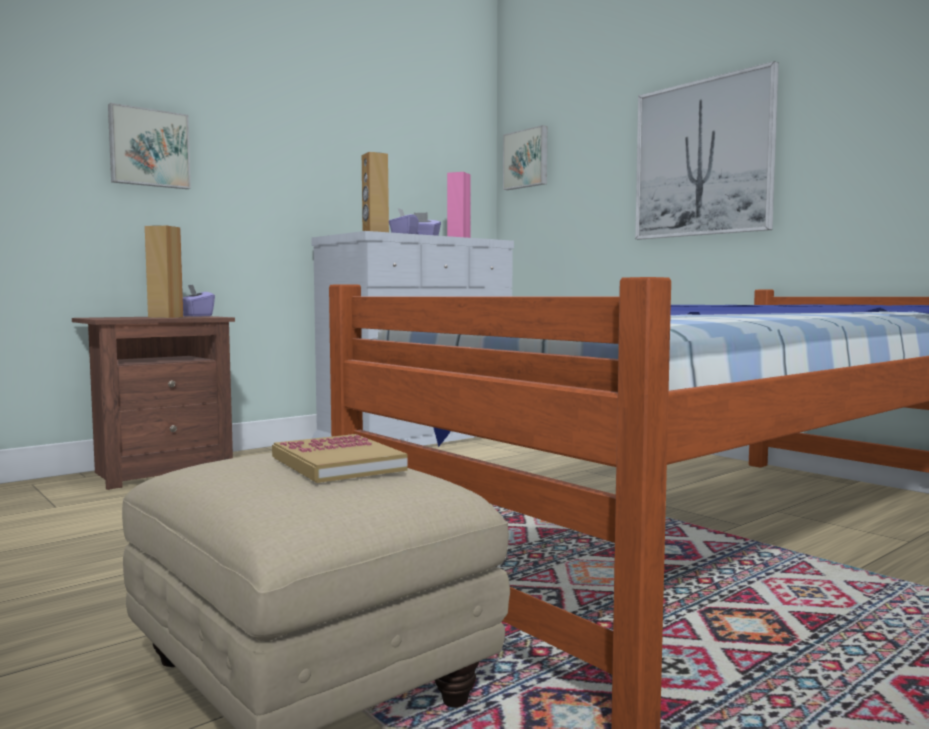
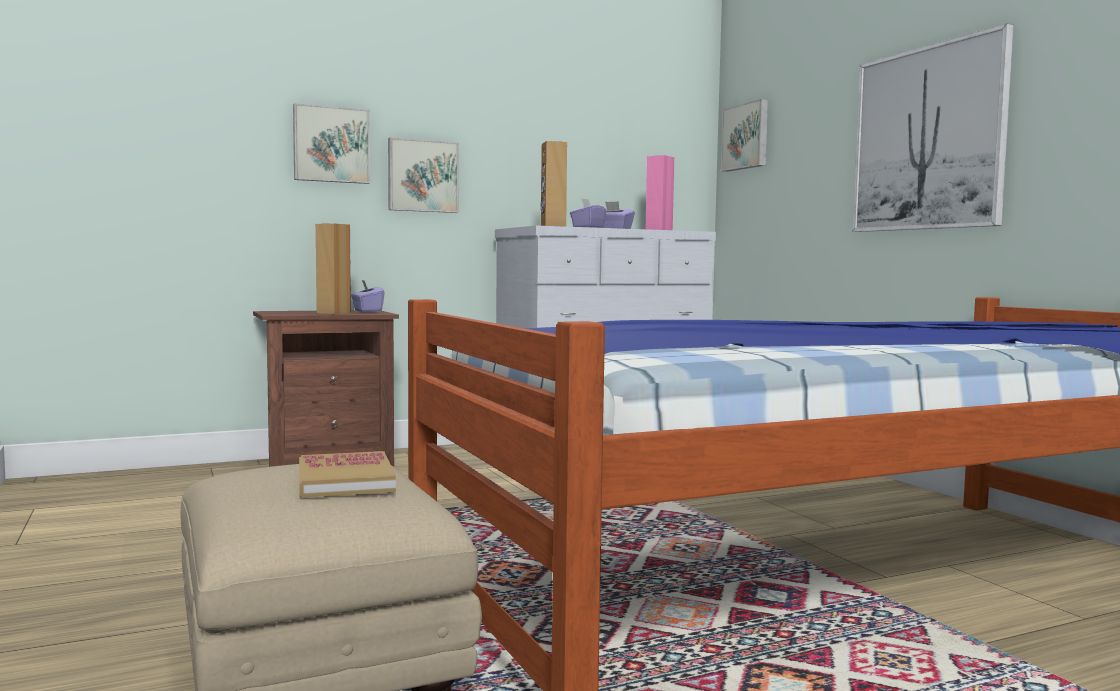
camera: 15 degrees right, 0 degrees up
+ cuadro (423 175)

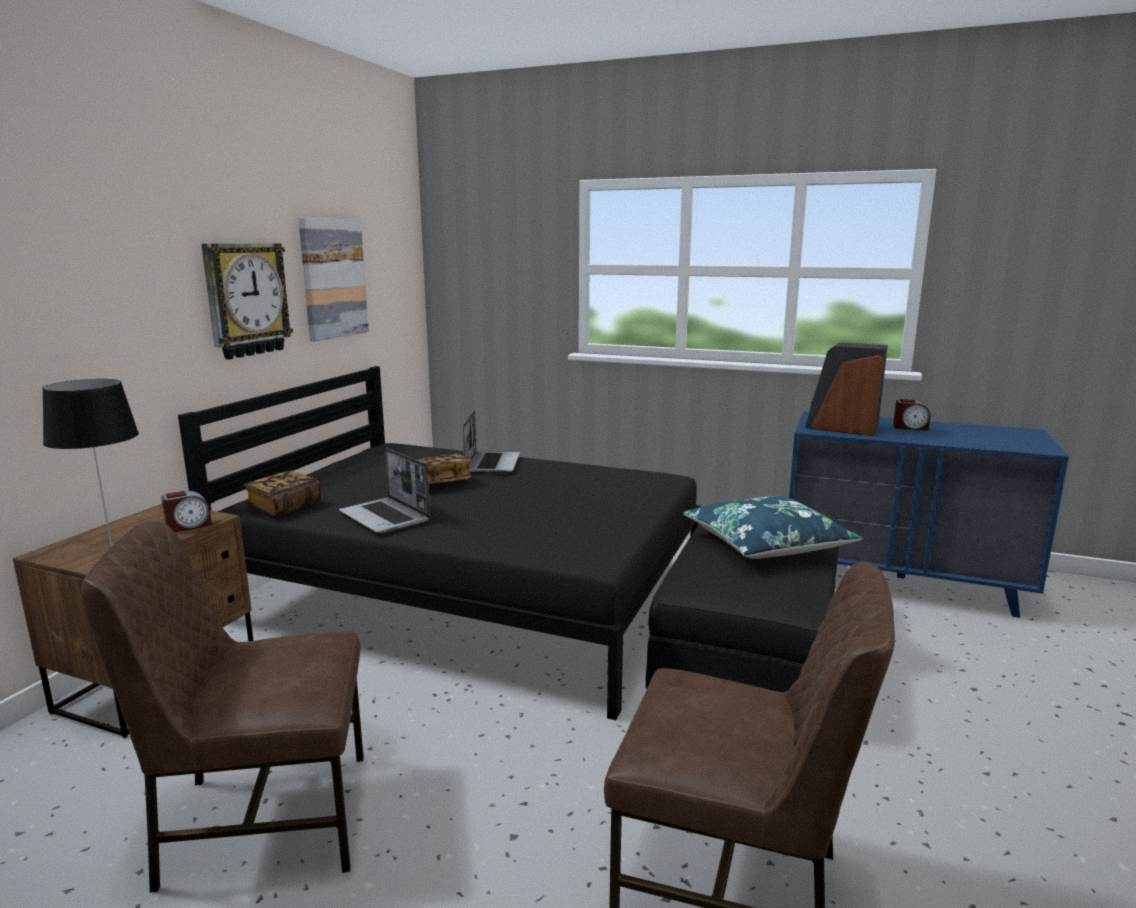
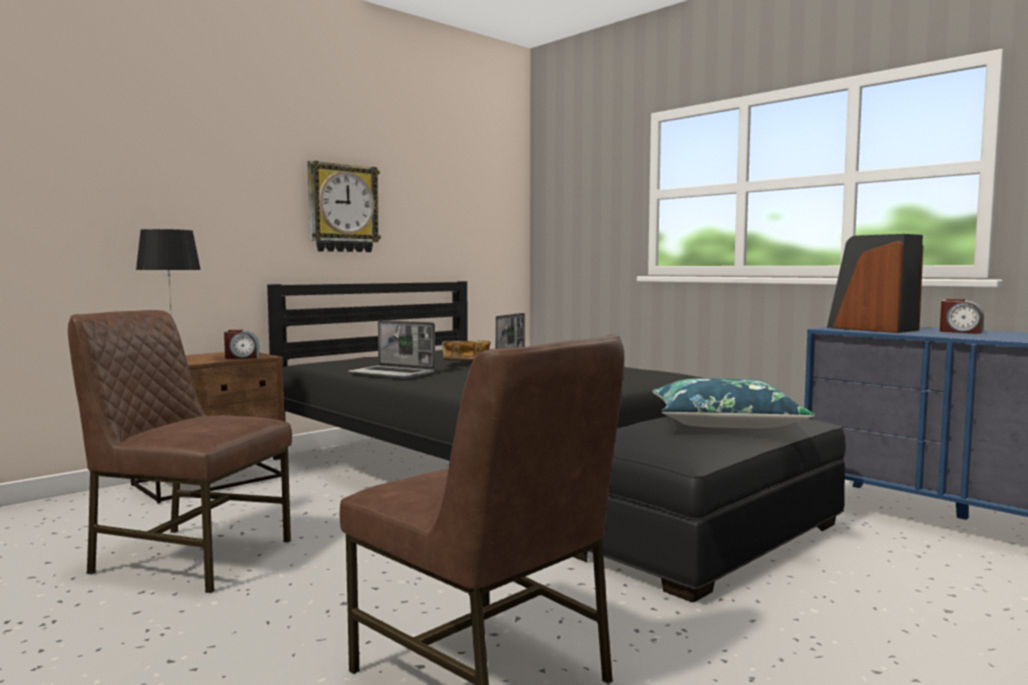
camera: 25 degrees right, 10 degrees down
- cuadro (333 279)
~ portátil (384 490) = (391 349) 45 degrees counterclockwise
- libro (282 494)

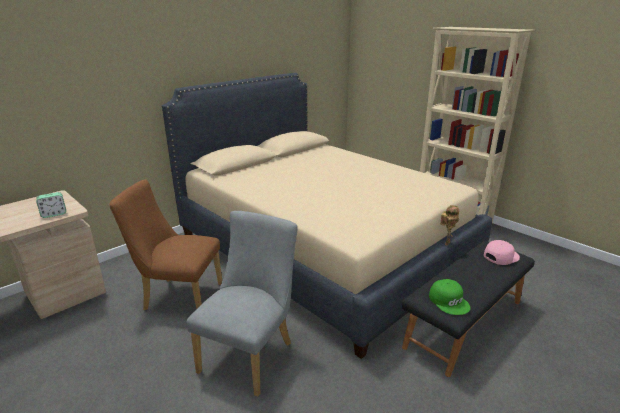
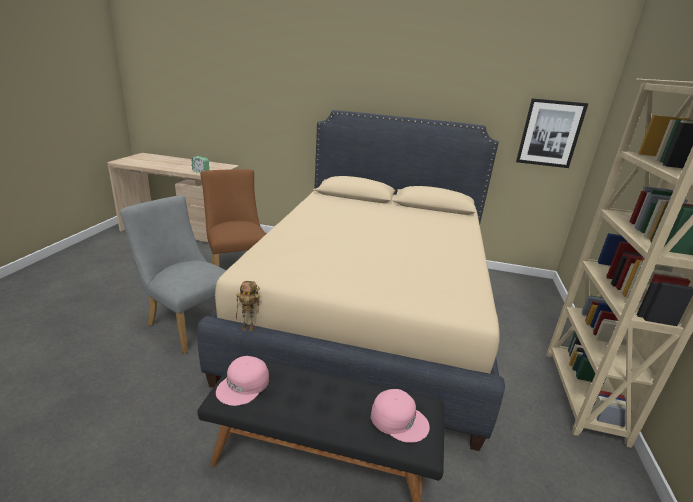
camera: 55 degrees right, 0 degrees up
~ robot de juguete (449 225) to (248 306)
~ silla/gris (242 304) = (173 275) 135 degrees counterclockwise
~ gorra/verde (450 297) to gorra/rosa (242 381)
+ cuadro (552 133)

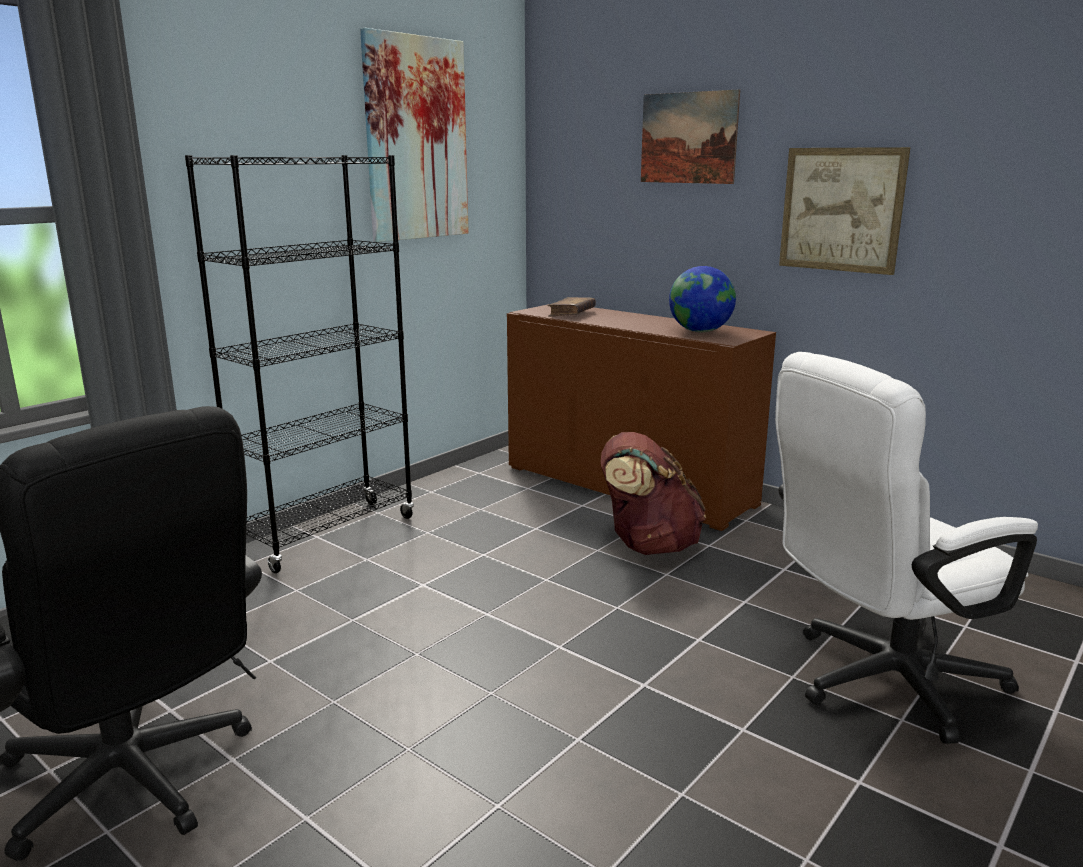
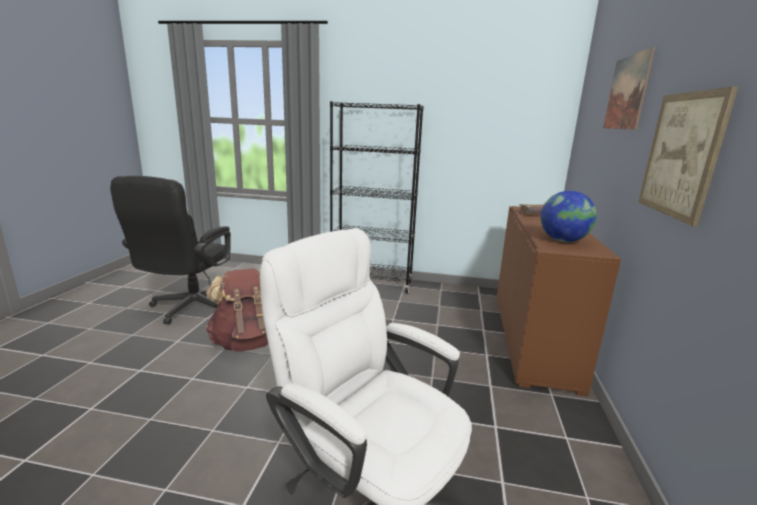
camera: 60 degrees right, 0 degrees up
- cuadro (414 135)
~ mochila/marrón (653 493) to (237 310)

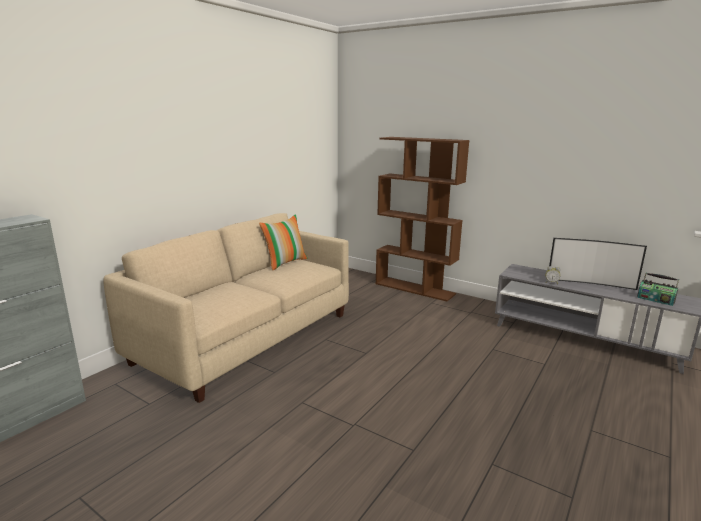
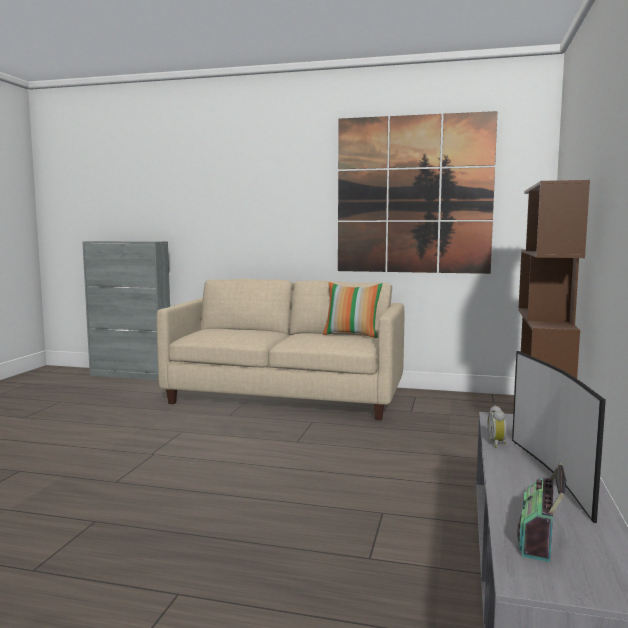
camera: 70 degrees right, 10 degrees down
+ cuadro (417 192)

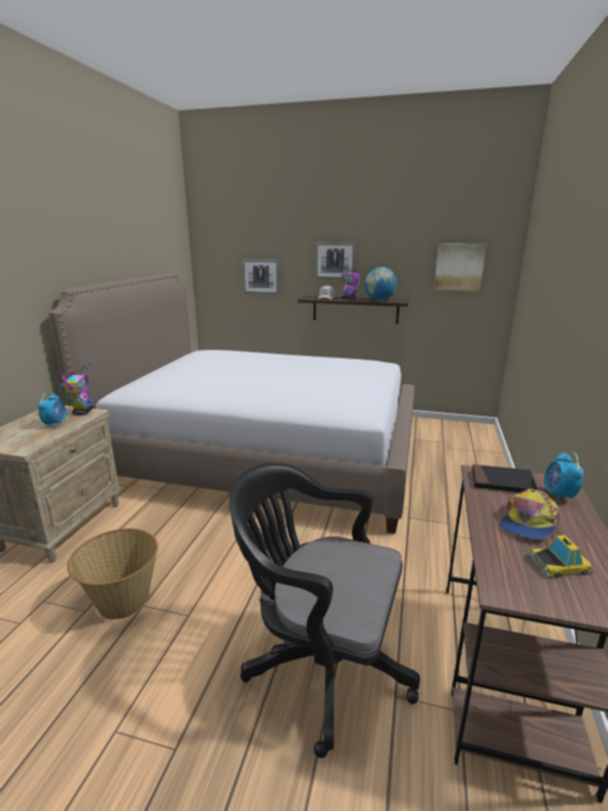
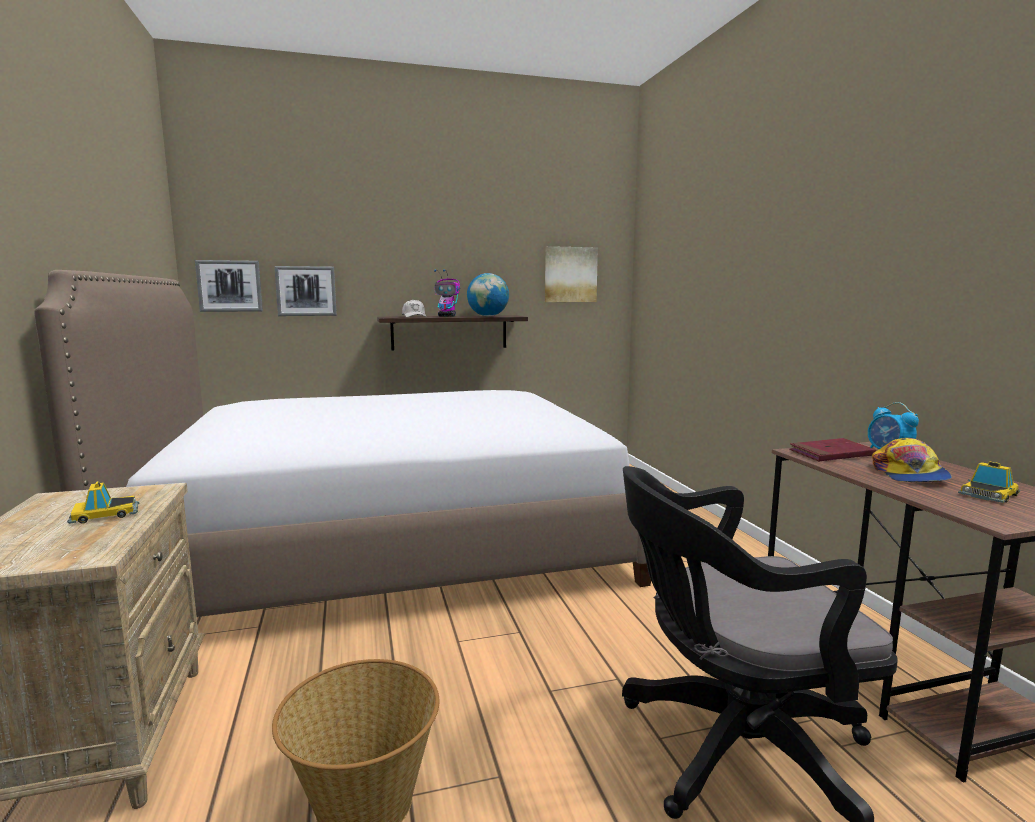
camera: 30 degrees left, 10 degrees down
~ cuadro (335 261) to (229 286)
- robot de juguete (77 389)
~ despertador (52 411) to coche de juguete (103 502)
~ libro/negro (505 478) to libro/rojo (832 449)

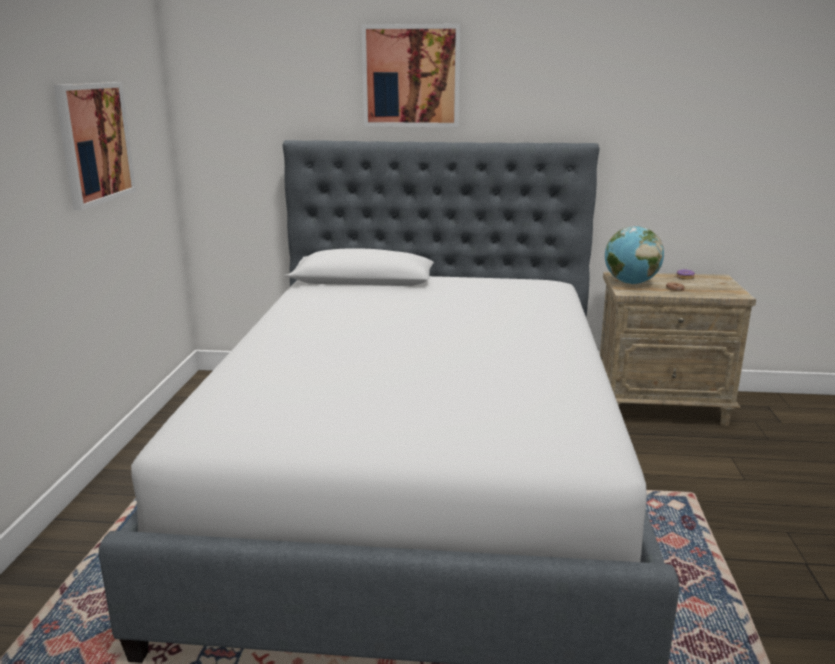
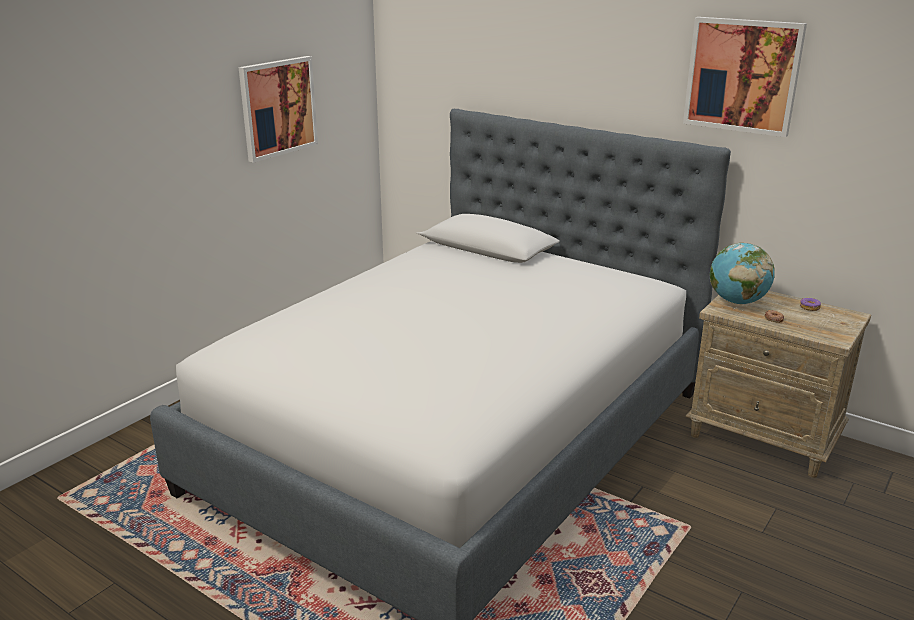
camera: 30 degrees right, 5 degrees up
~ cuadro (411 75) to (745 77)

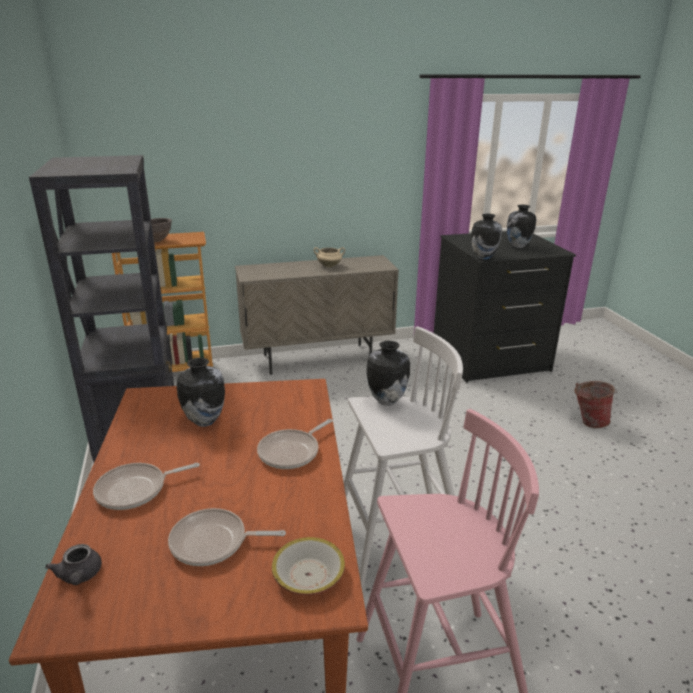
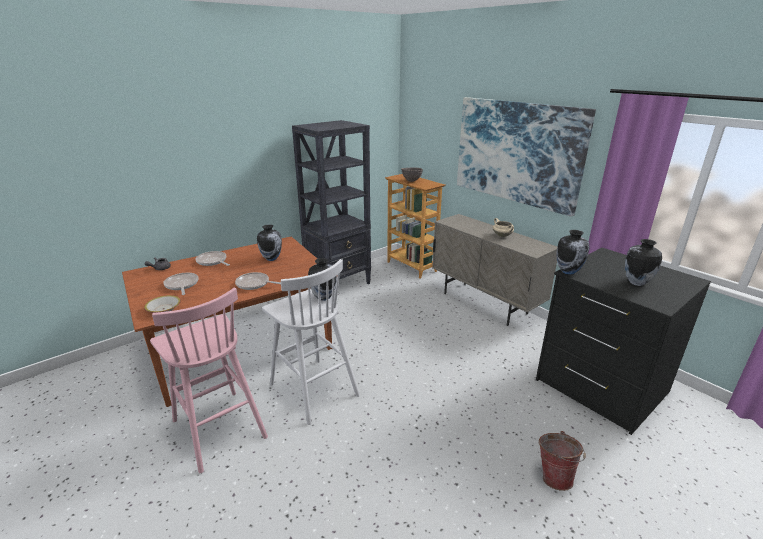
camera: 65 degrees right, 0 degrees up
+ cuadro (526 157)

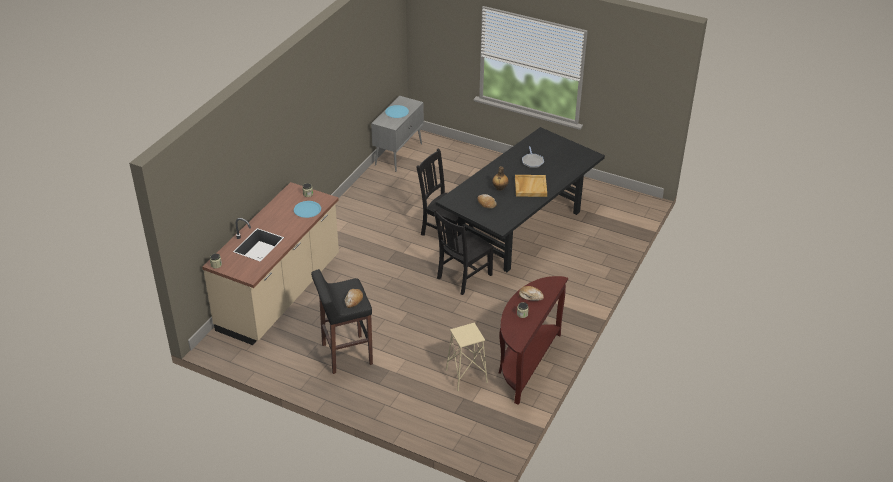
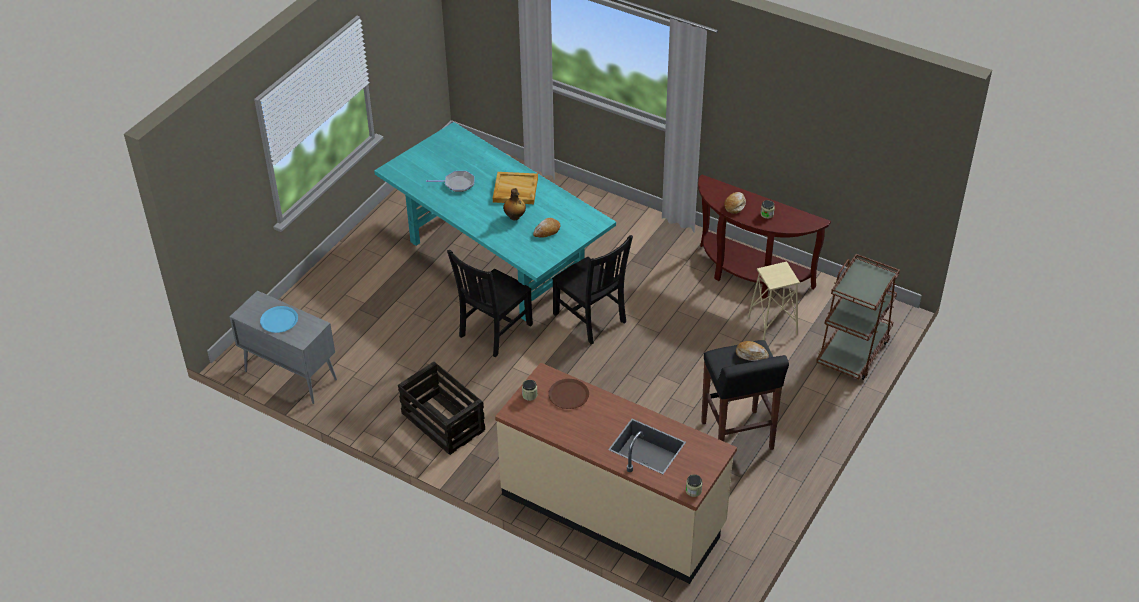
camera: 85 degrees left, 5 degrees up
~ mesa de comedor/negro (520 199) to mesa de comedor/turquesa (495 221)
~ plato/azul (307 209) to plato/marrón (568 394)
+ carrito/marrón (858 317)
+ caja de embalaje (441 408)

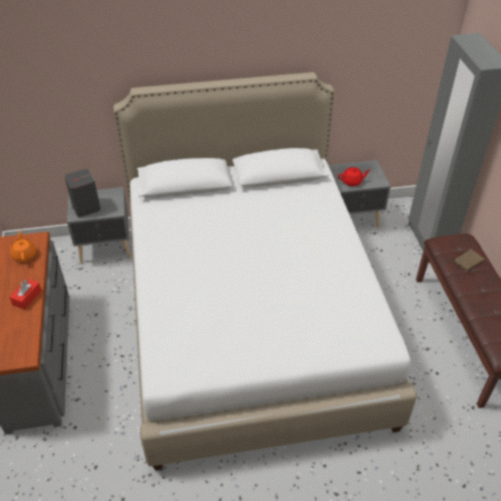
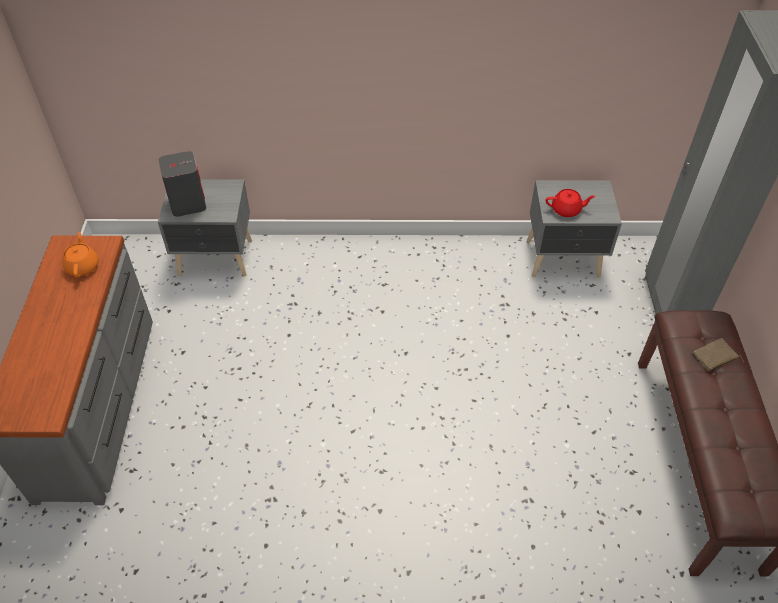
camera: 10 degrees right, 5 degrees up
- cama/blanco (265 271)
- caja de pañuelos/rojo (25 294)

